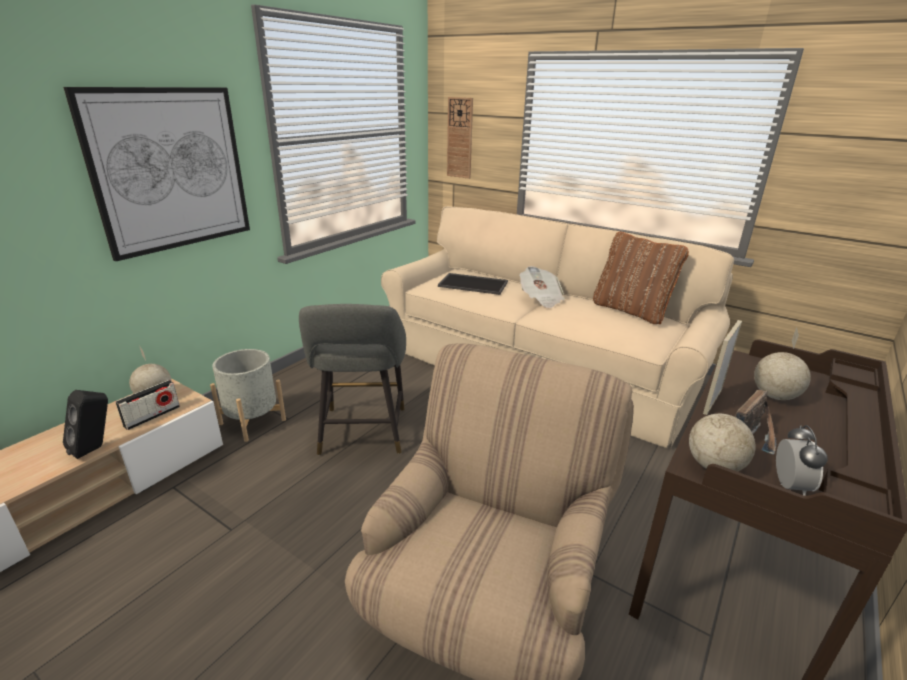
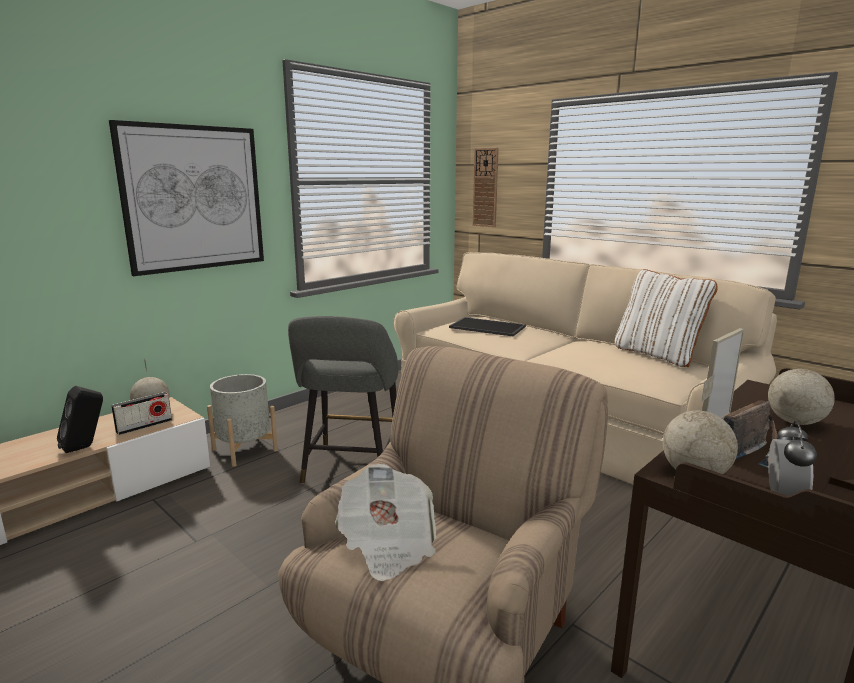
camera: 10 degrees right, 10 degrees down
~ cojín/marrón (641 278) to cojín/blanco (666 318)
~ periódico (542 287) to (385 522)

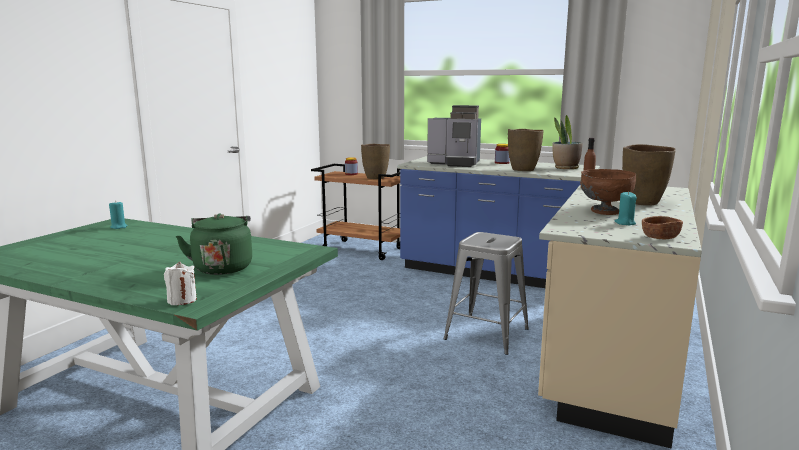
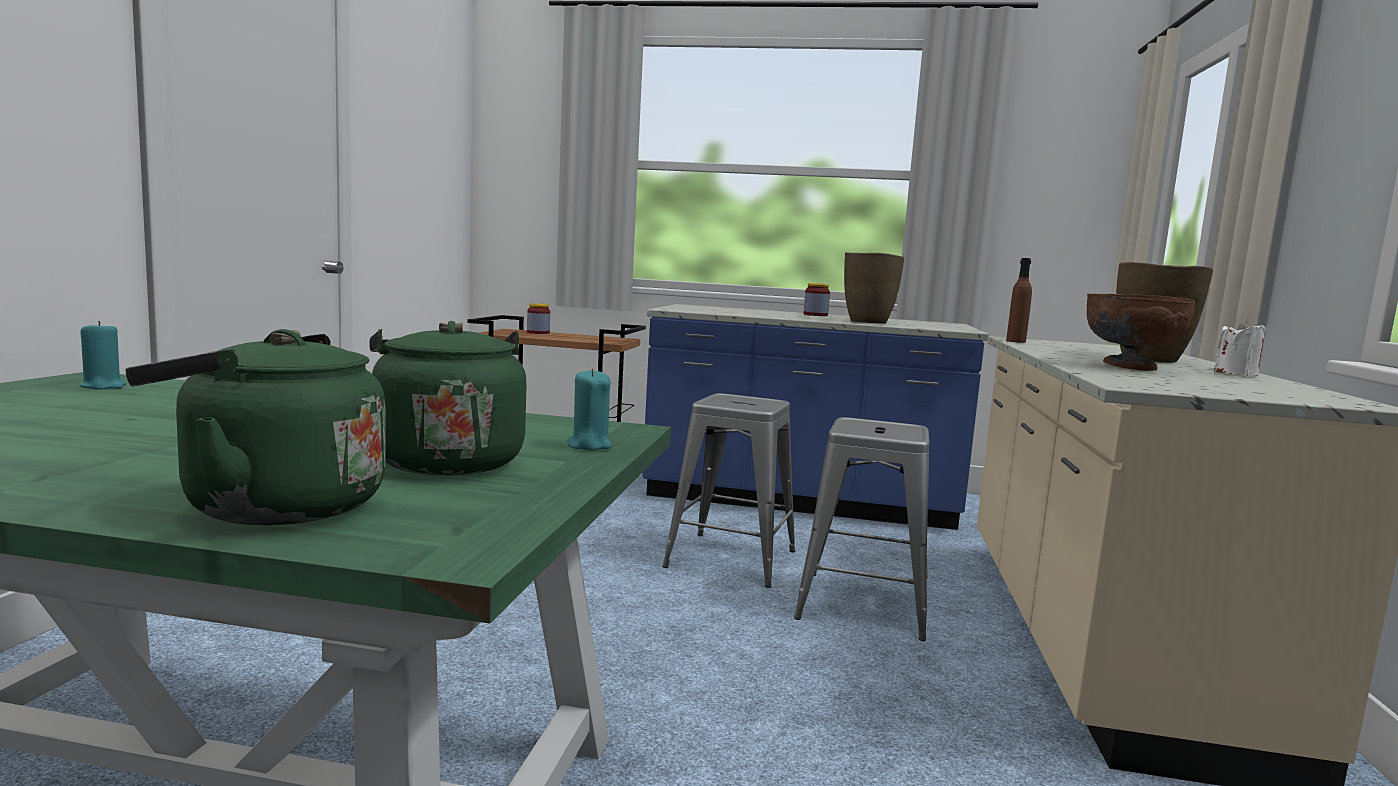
camera: 15 degrees left, 5 degrees down
- cafetera (454 136)
- planta en maceta (567 142)
- florero/marrón (375 161)
~ vela/turquesa (625 208) to (589 409)
- cuenco/marrón (662 227)
~ vela/blanco (180 283) to (1240 348)
+ hervidor/verde (255 427)
+ taburete/gris (728 490)

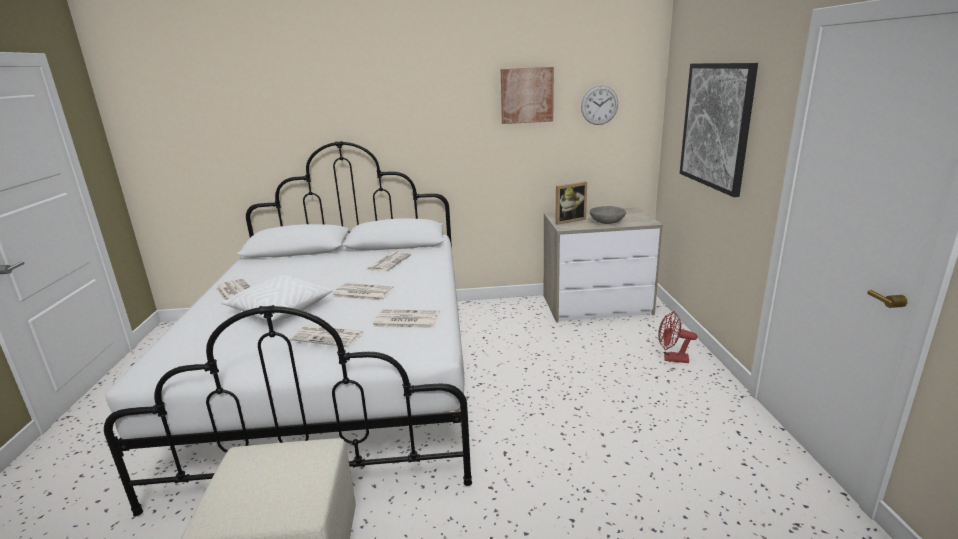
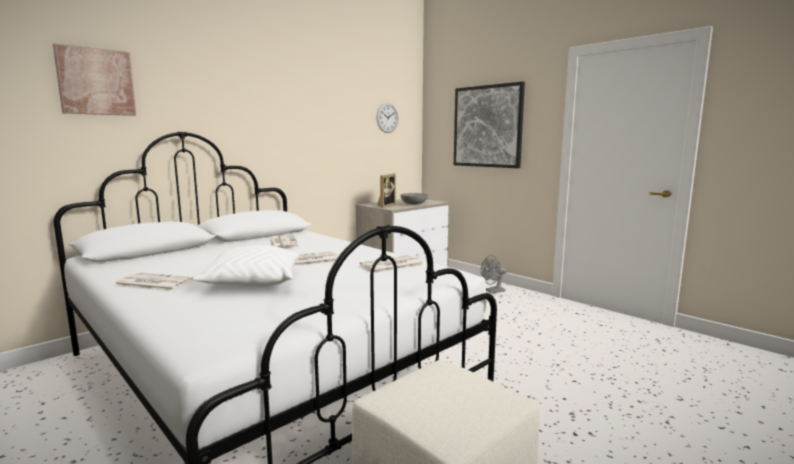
camera: 40 degrees left, 10 degrees down
~ cuadro (527 95) to (94 80)
~ ventilador/rojo (677 337) to ventilador/gris (494 274)
- periódico (327 336)

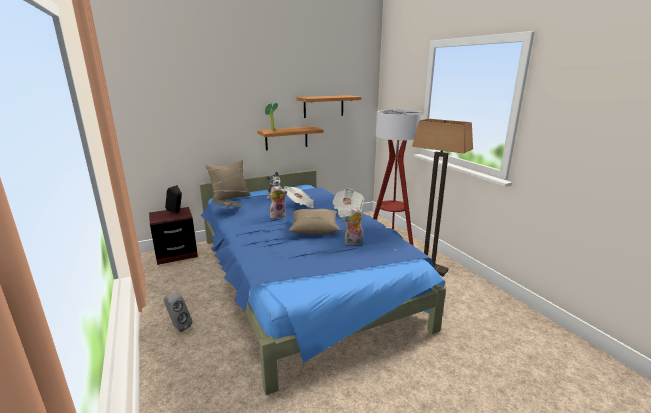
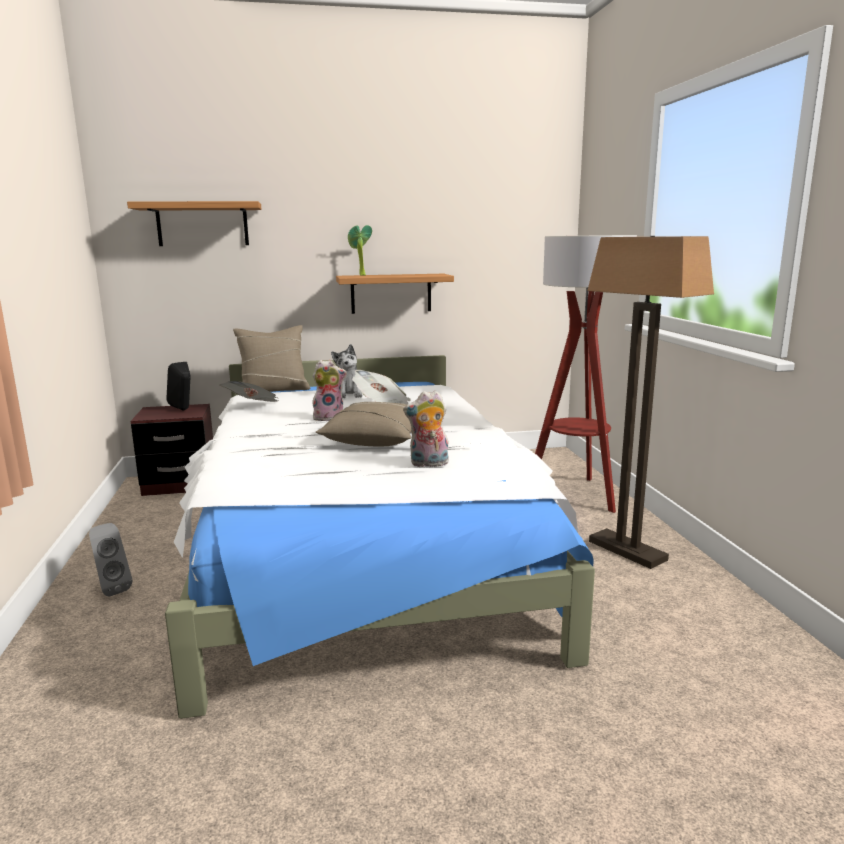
camera: 15 degrees right, 5 degrees down
~ estante (328 106) to (194 223)
~ cama/azul (323 282) to cama/blanco (380 537)
- periódico (348 203)

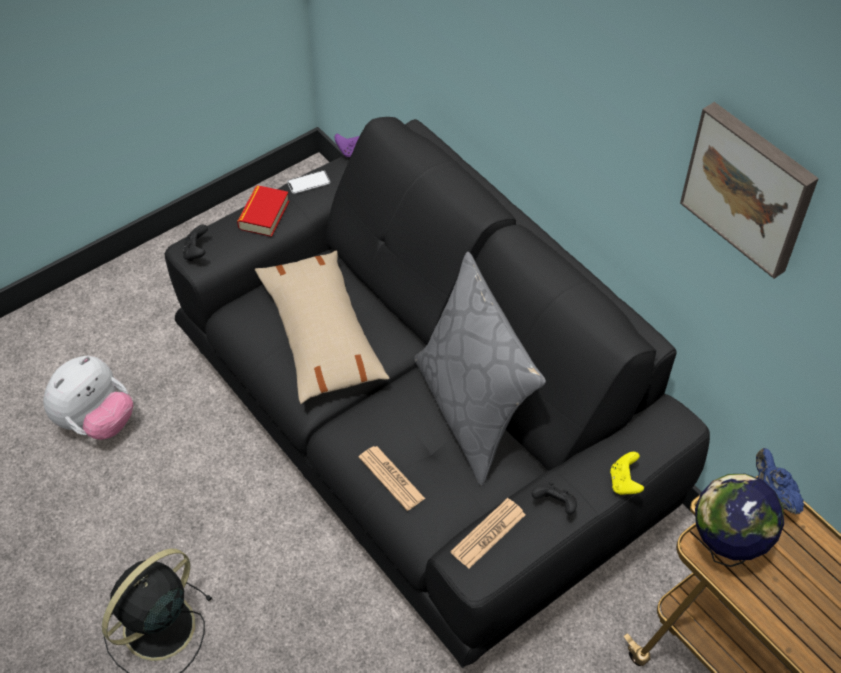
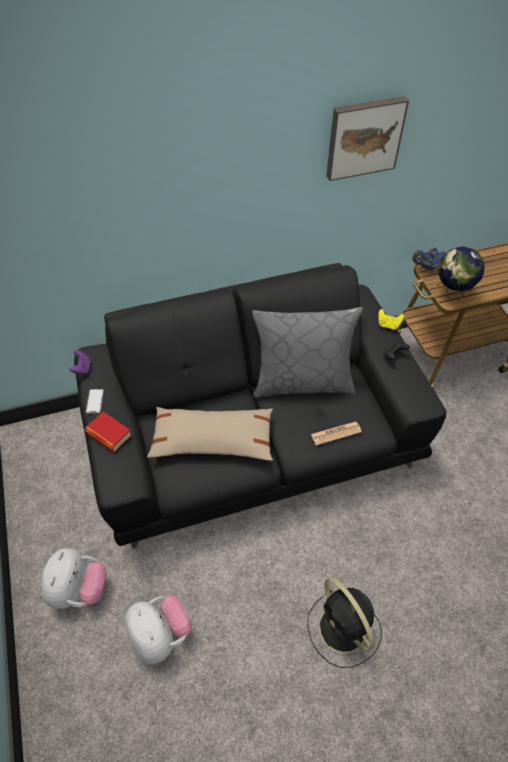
camera: 70 degrees left, 0 degrees up
- mando de consola/negro (195 243)
- periódico (488 533)
+ peluche (74 578)

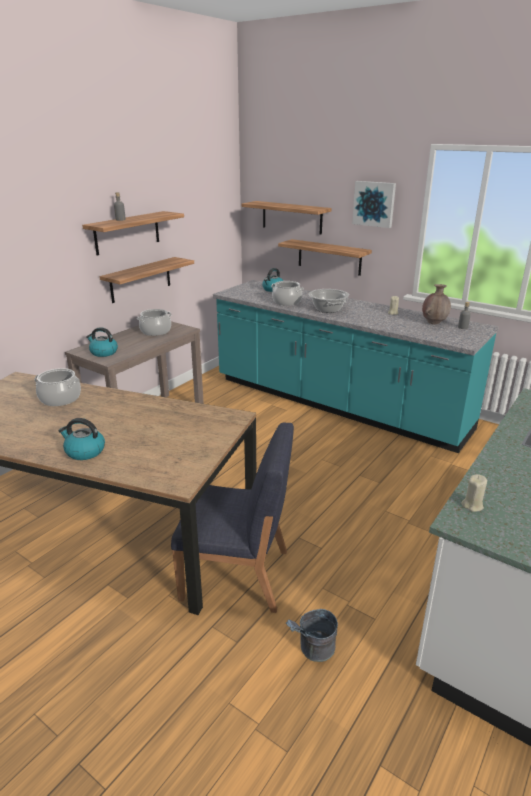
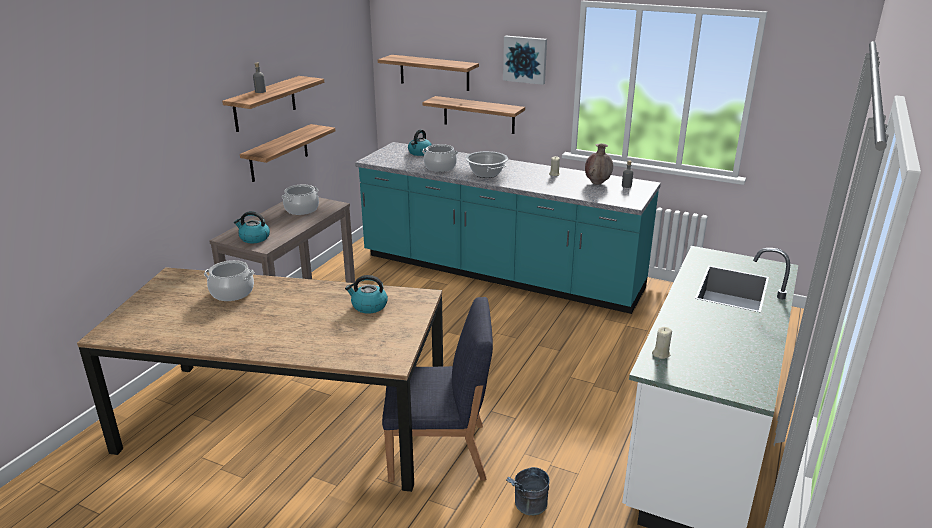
camera: 10 degrees left, 0 degrees up
~ hervidor (81 439) to (366 294)

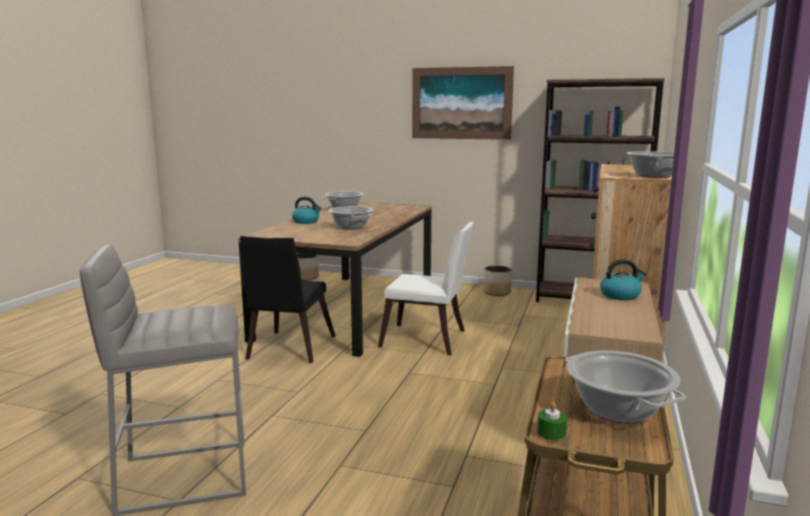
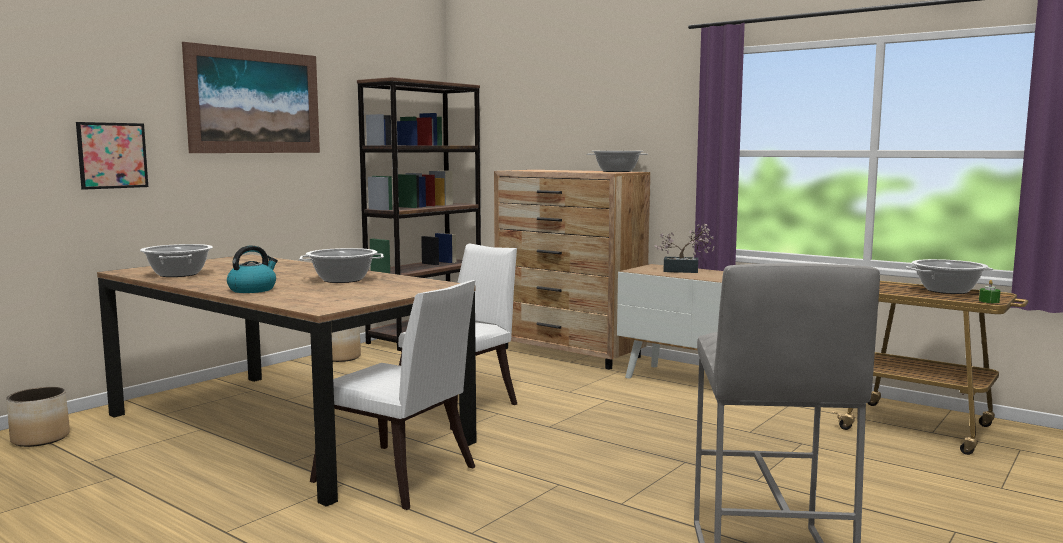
camera: 70 degrees left, 5 degrees down
~ silla/negro (288 299) to silla/blanco (393 395)
~ hervidor (623 279) to planta en maceta (684 248)
+ cuadro (112 156)

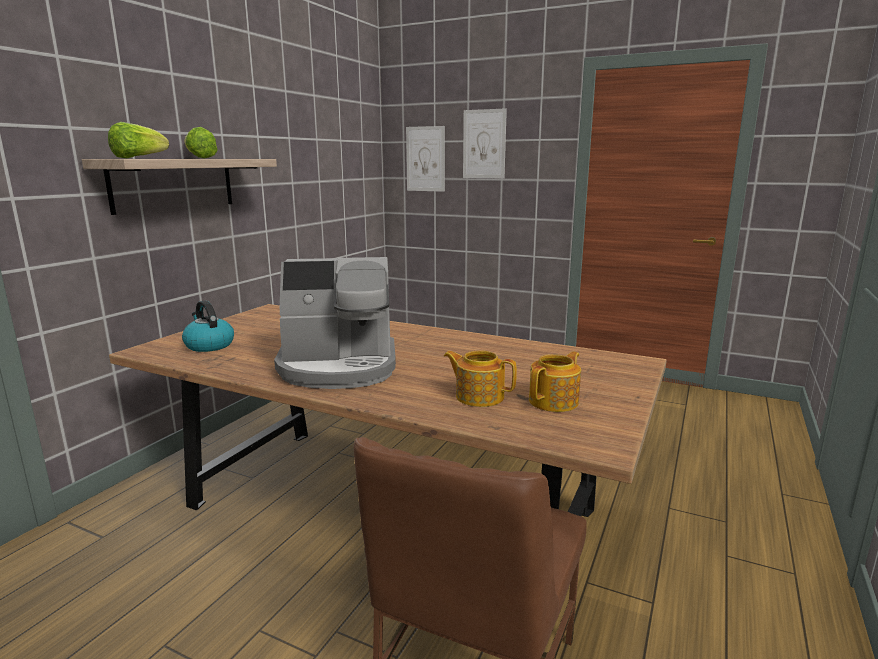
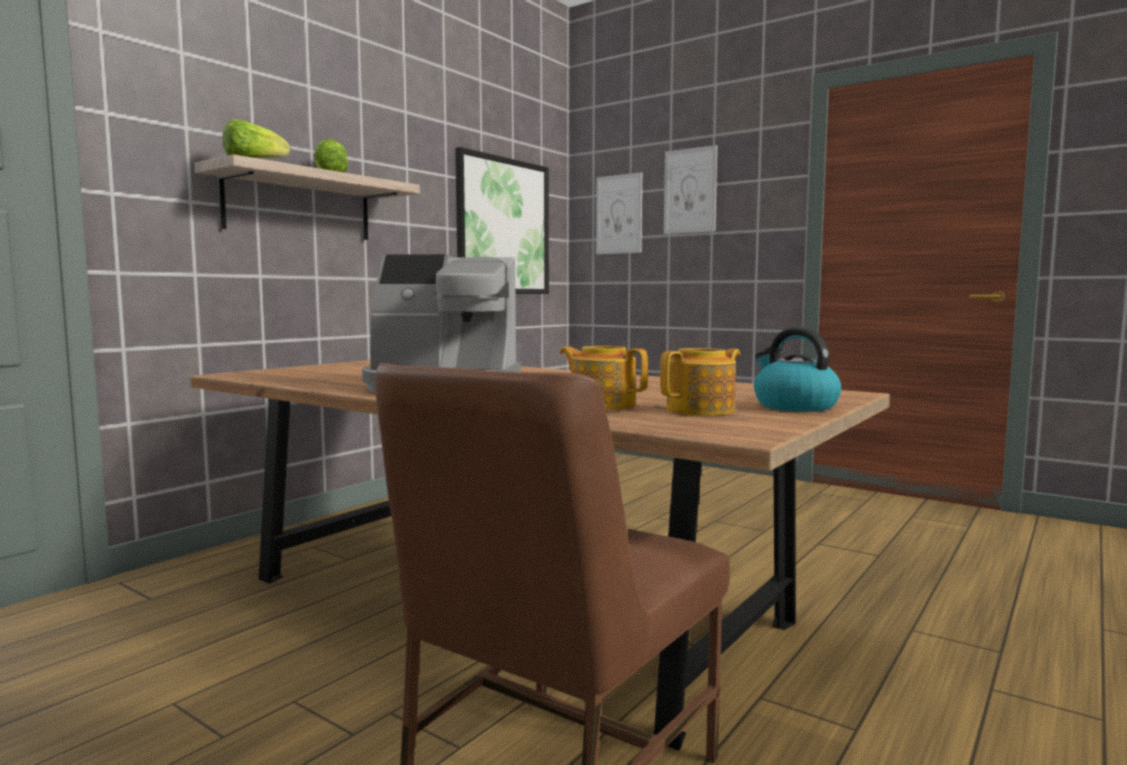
camera: 10 degrees right, 10 degrees down
~ hervidor (208 326) to (797 369)
+ cuadro (502 220)

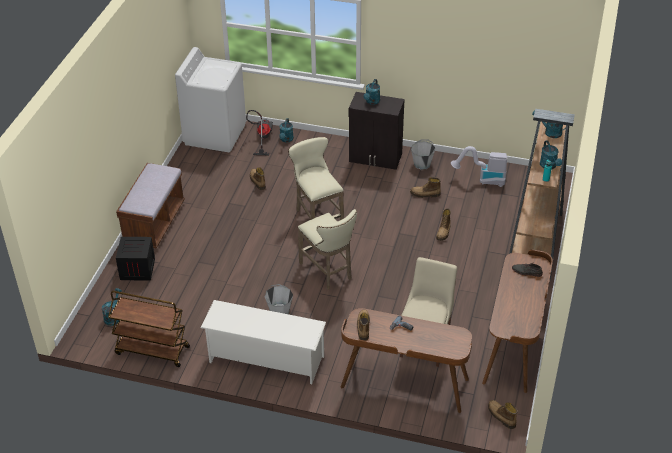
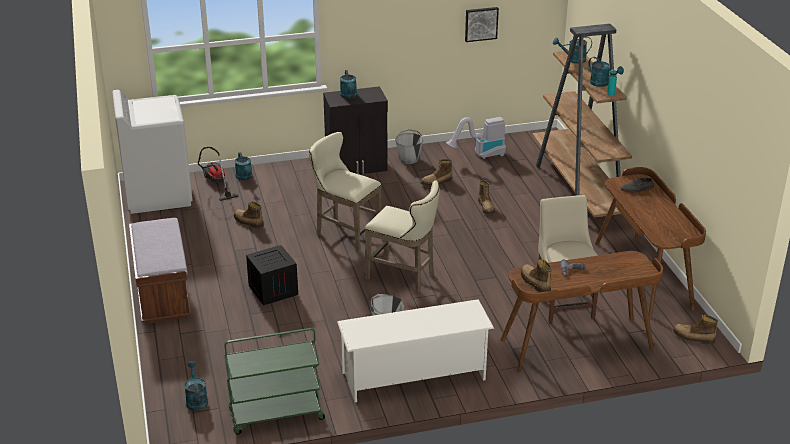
camera: 30 degrees left, 10 degrees down
~ caja de embalaje (135 258) to (272 275)
~ carrito/marrón (149 329) to carrito/verde (274 381)
+ cuadro (482 24)

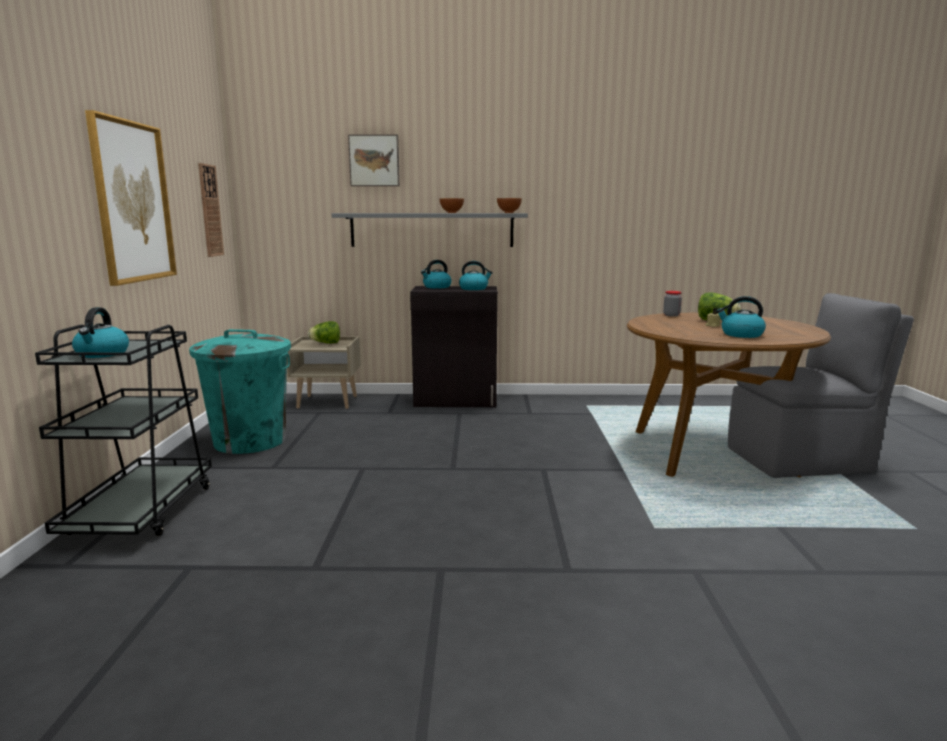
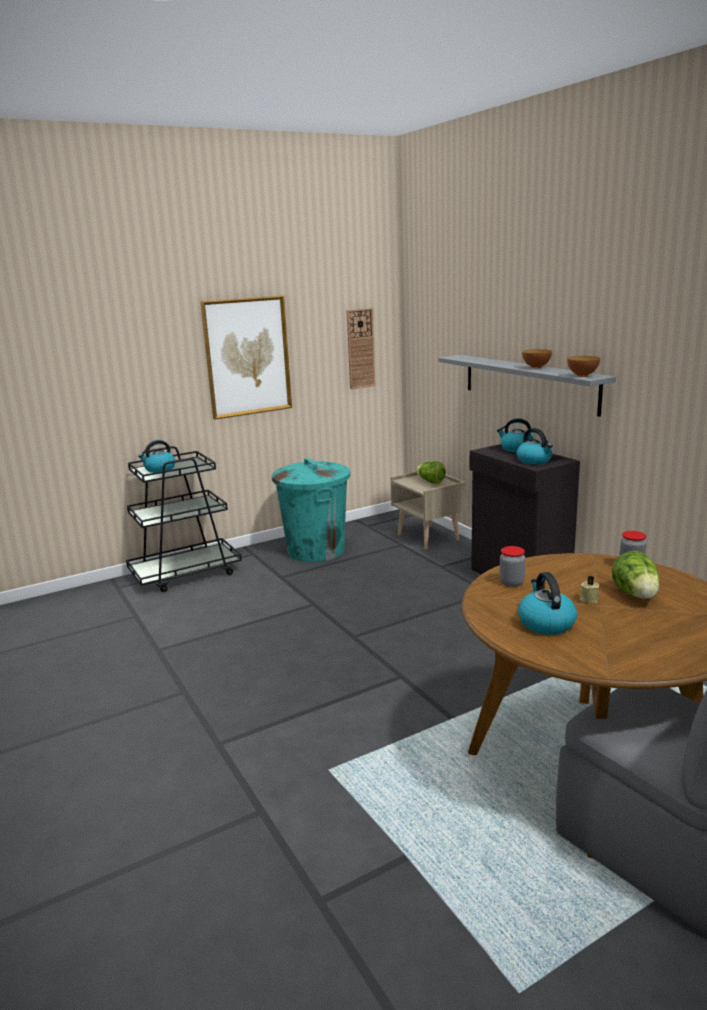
camera: 60 degrees right, 5 degrees up
- cuadro (374 160)
+ tarro (512 566)

